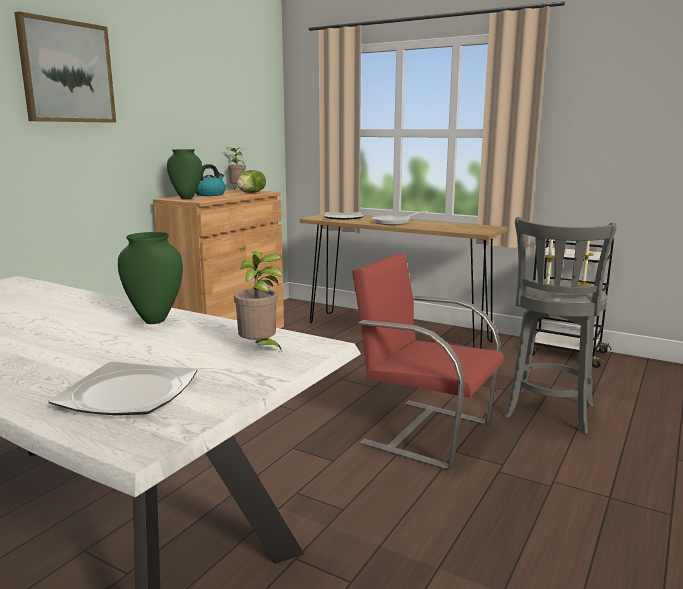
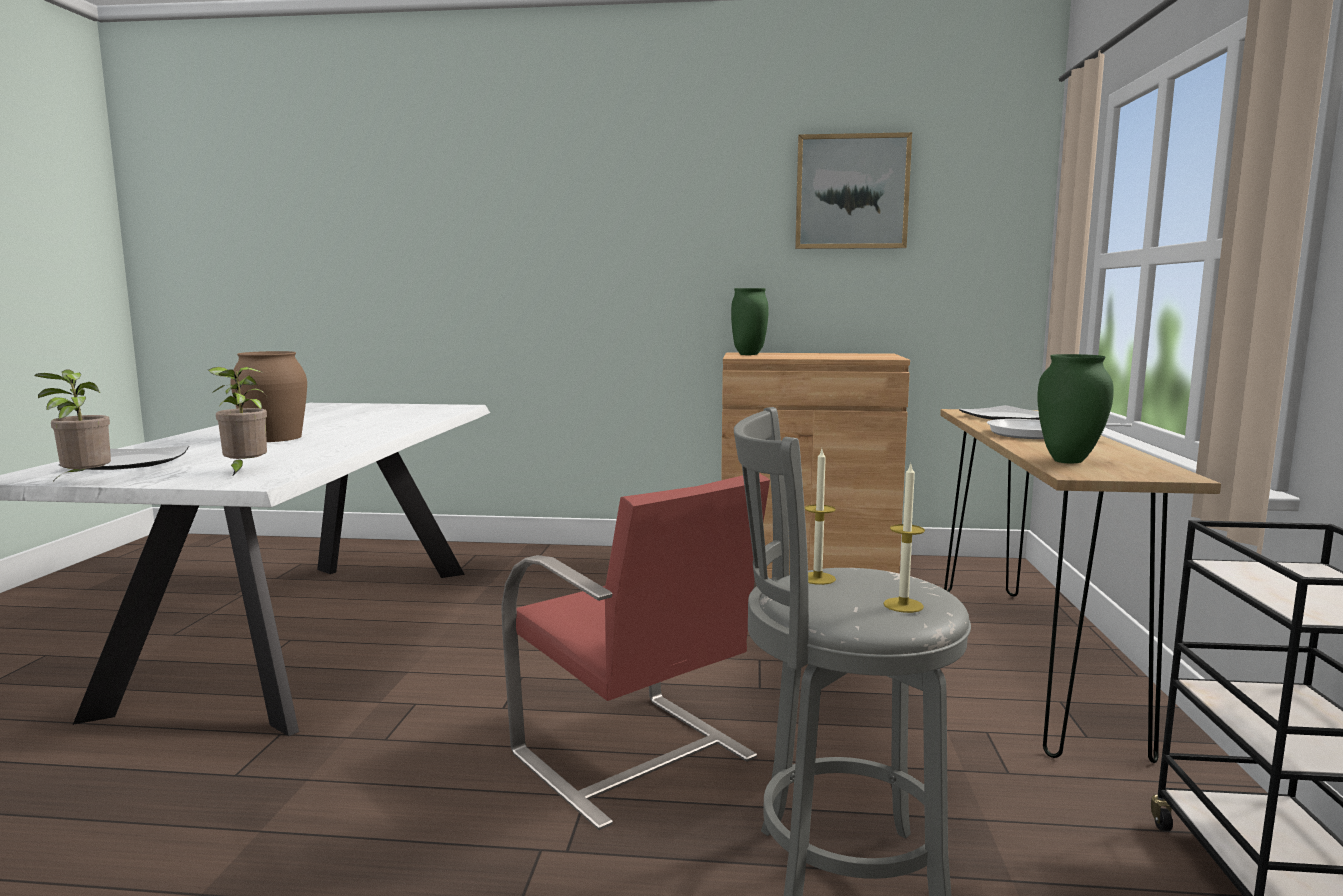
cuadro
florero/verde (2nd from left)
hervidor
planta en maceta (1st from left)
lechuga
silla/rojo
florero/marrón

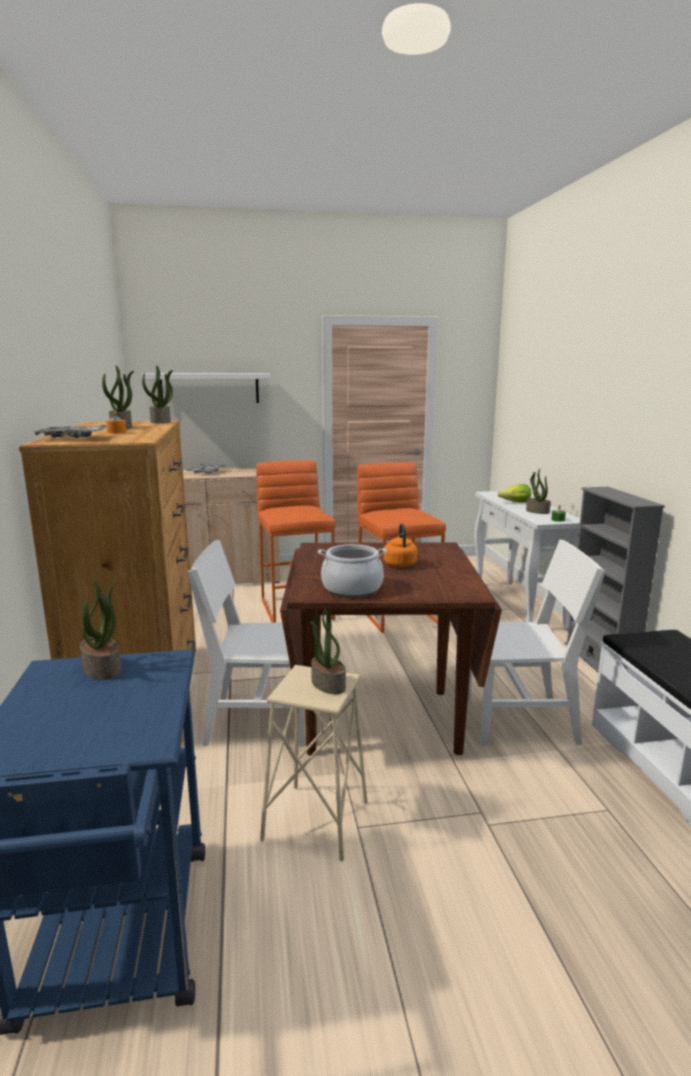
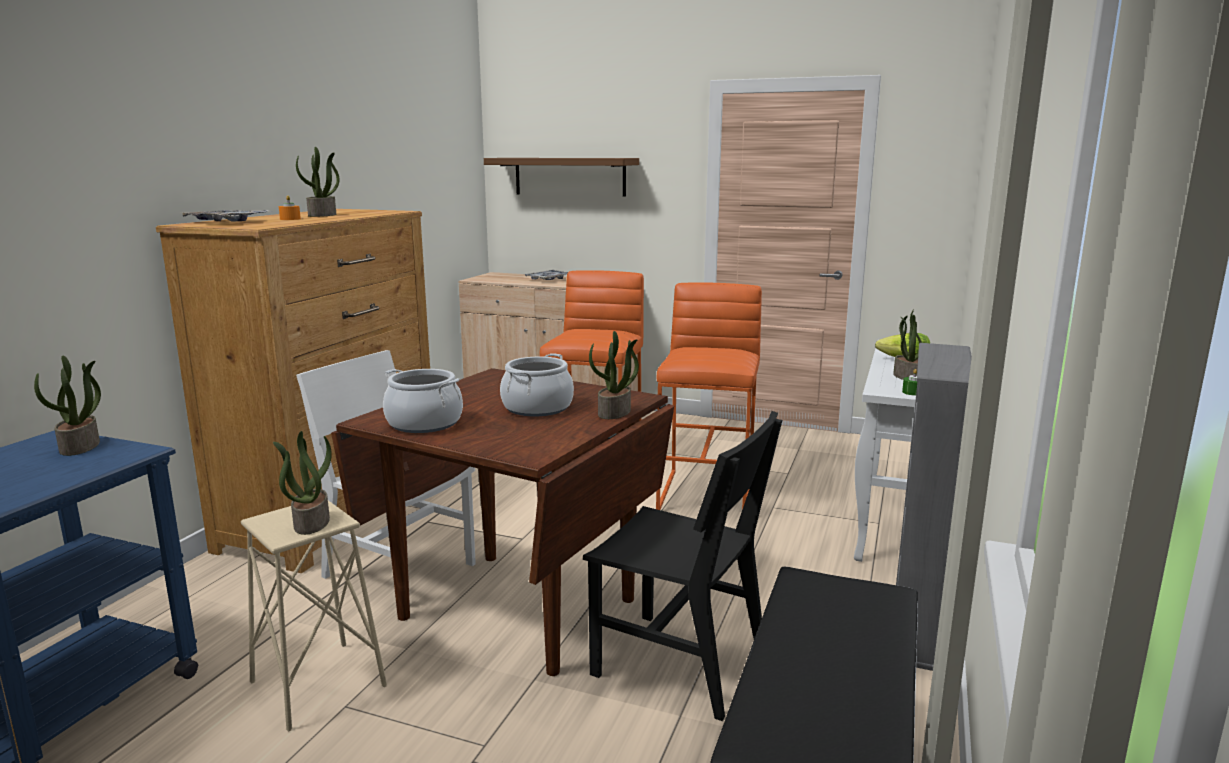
planta en maceta (4th from left)
estante/marrón
olla (2nd from left)
silla/negro

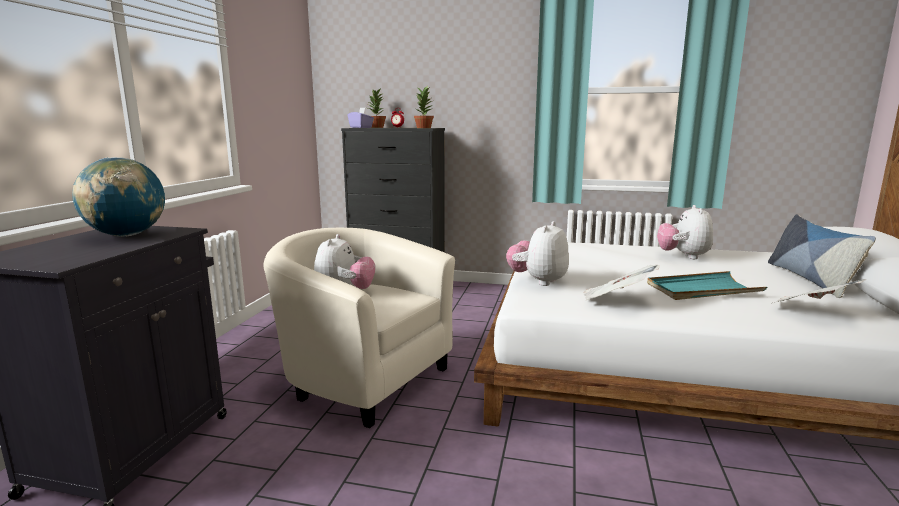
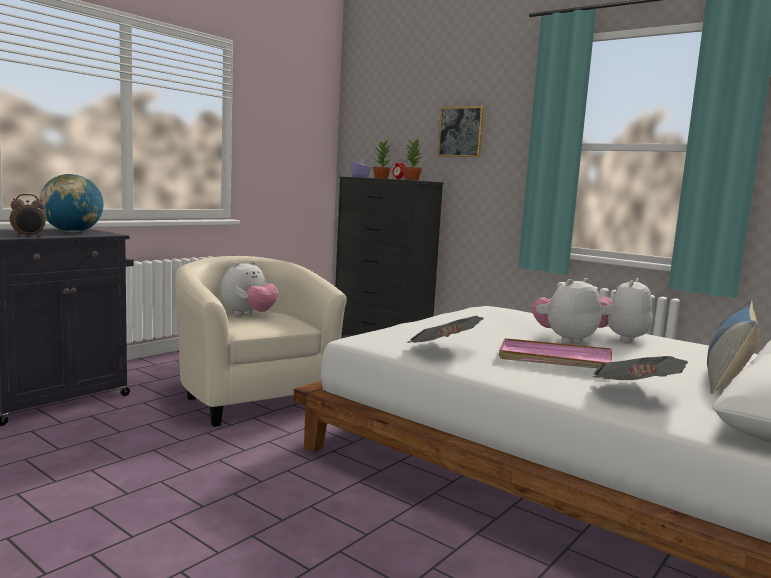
peluche (2nd from left)
bandeja/rosa
despertador (1st from left)
cuadro

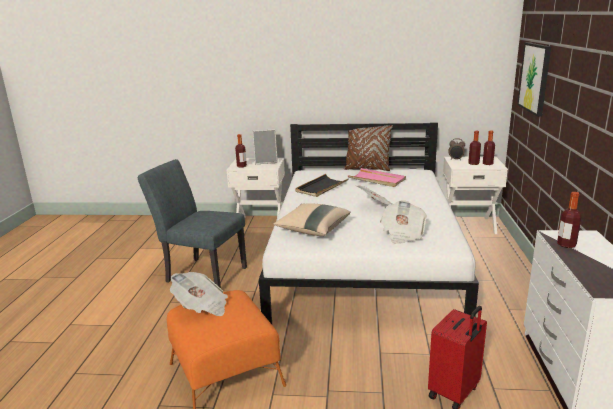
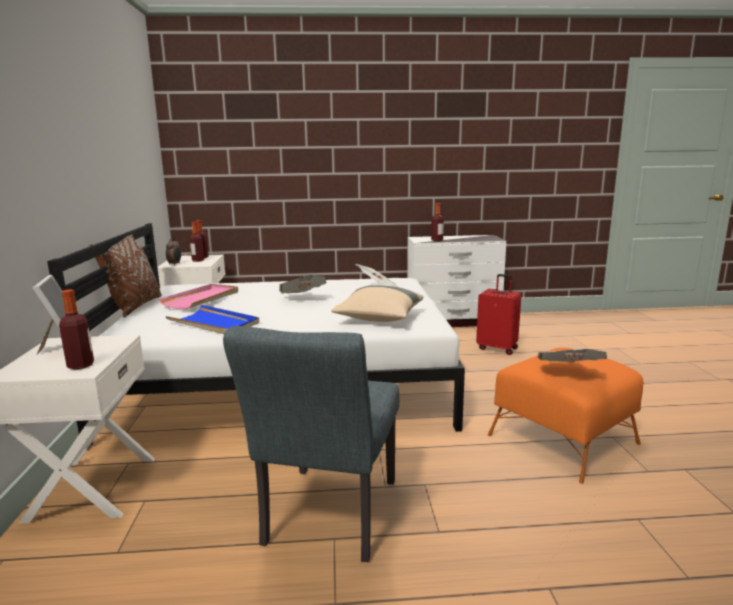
bandeja/azul
cuadro

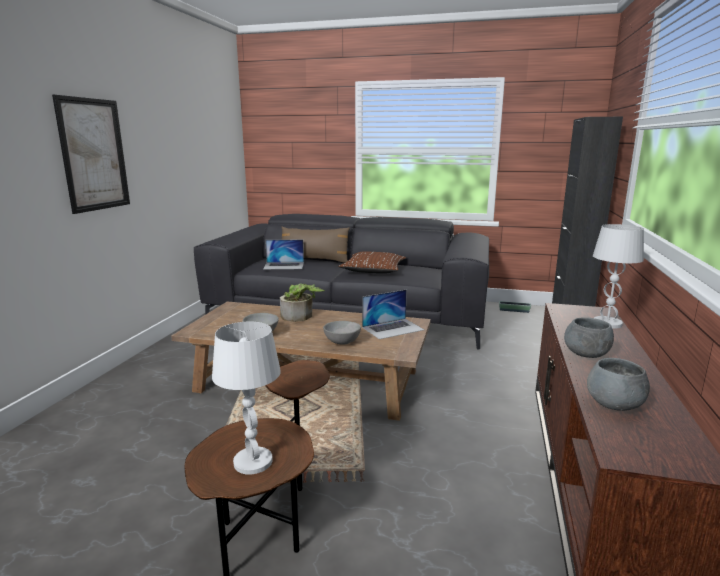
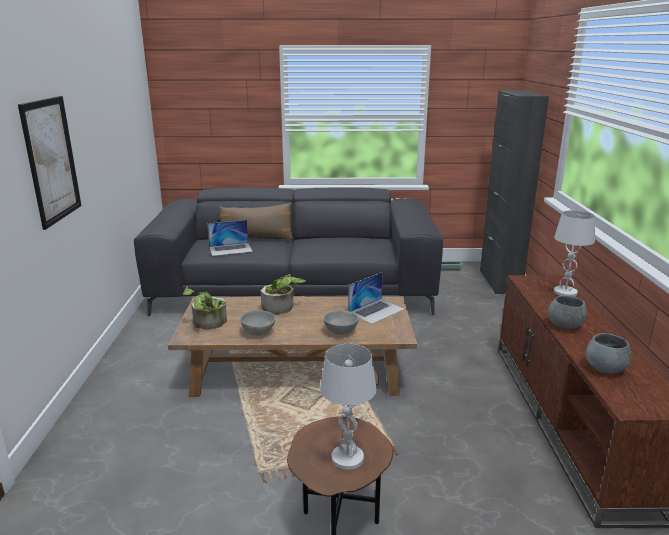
cojín/marrón (2nd from left in the first image)
planta en maceta (1st from left)

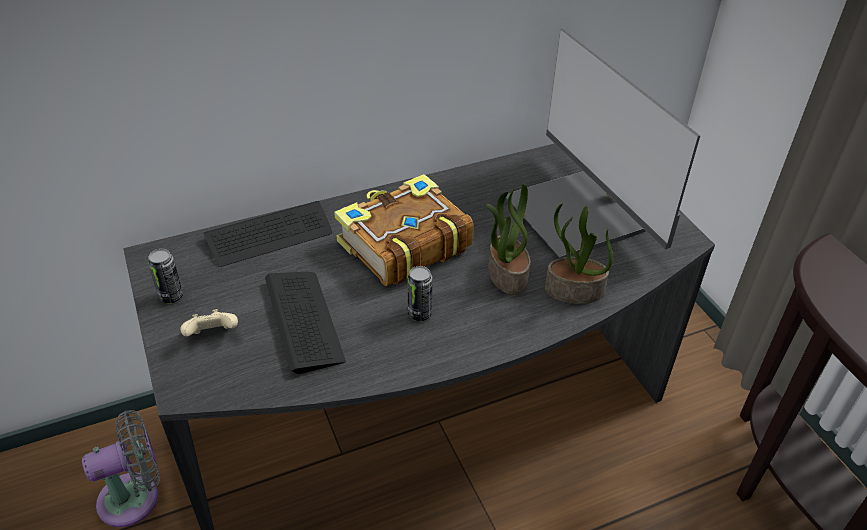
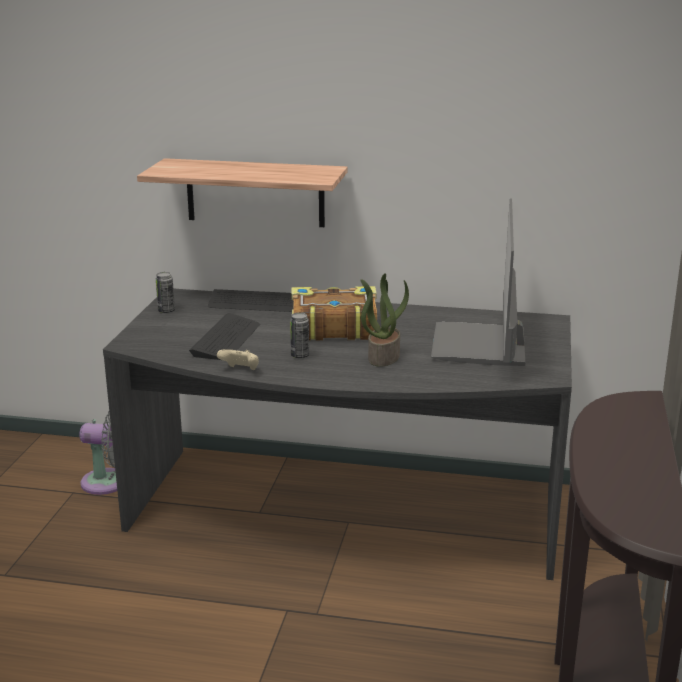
mando de consola/beis
planta en maceta (2nd from left in the first image)
estante

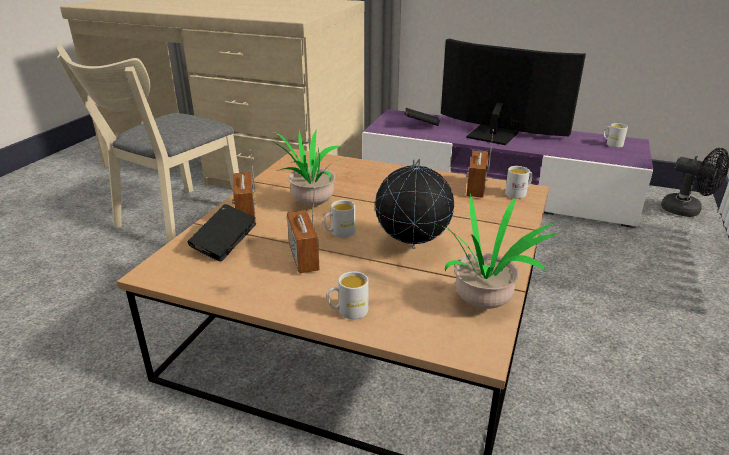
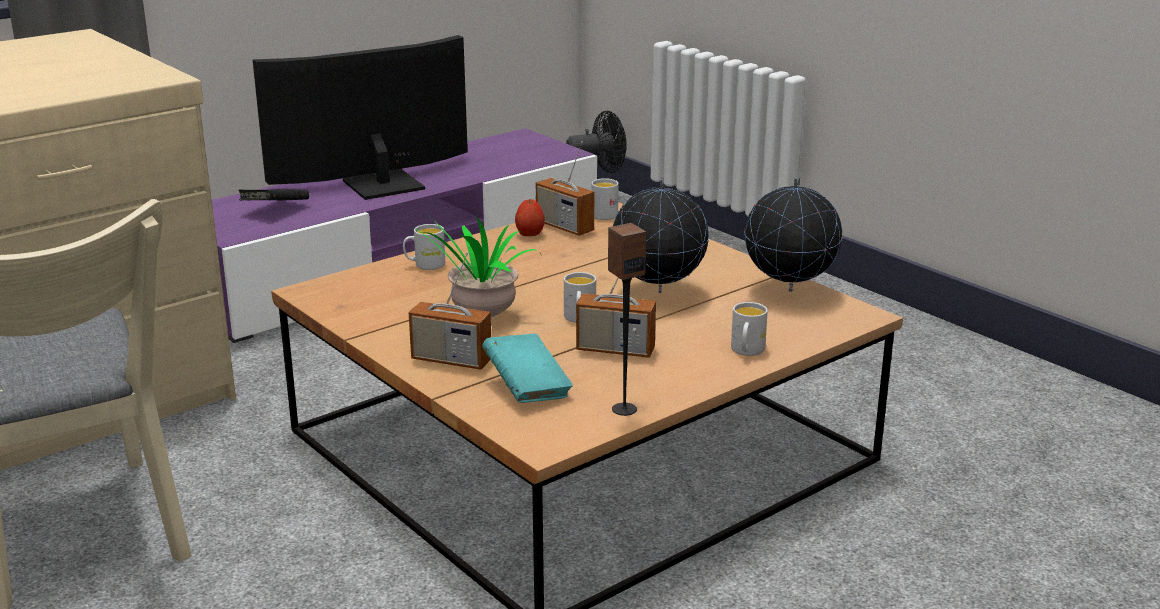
libro/turquesa
globo terráqueo (2nd from left)
taza grande/blanco (1st from left)
manzana
altavoz

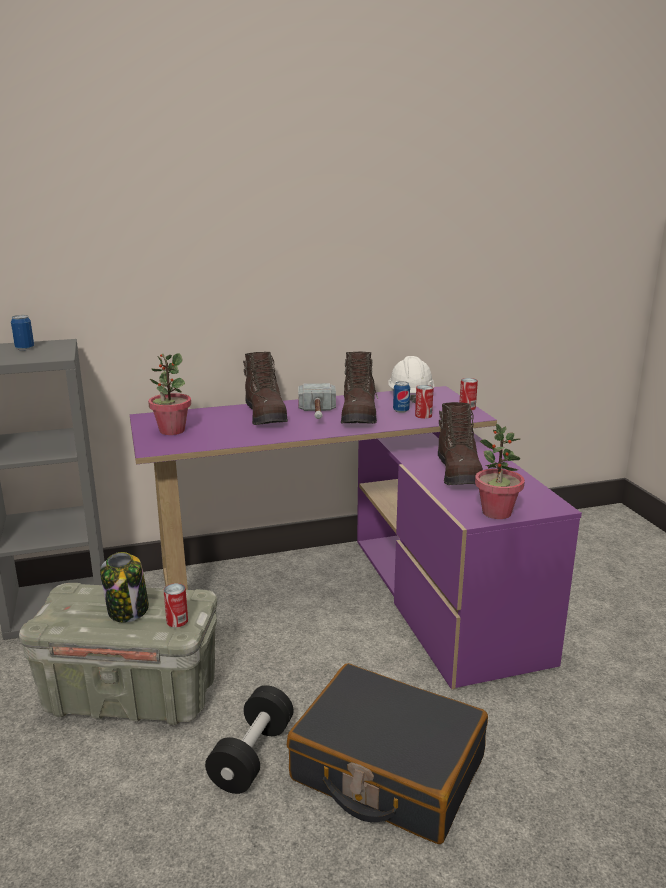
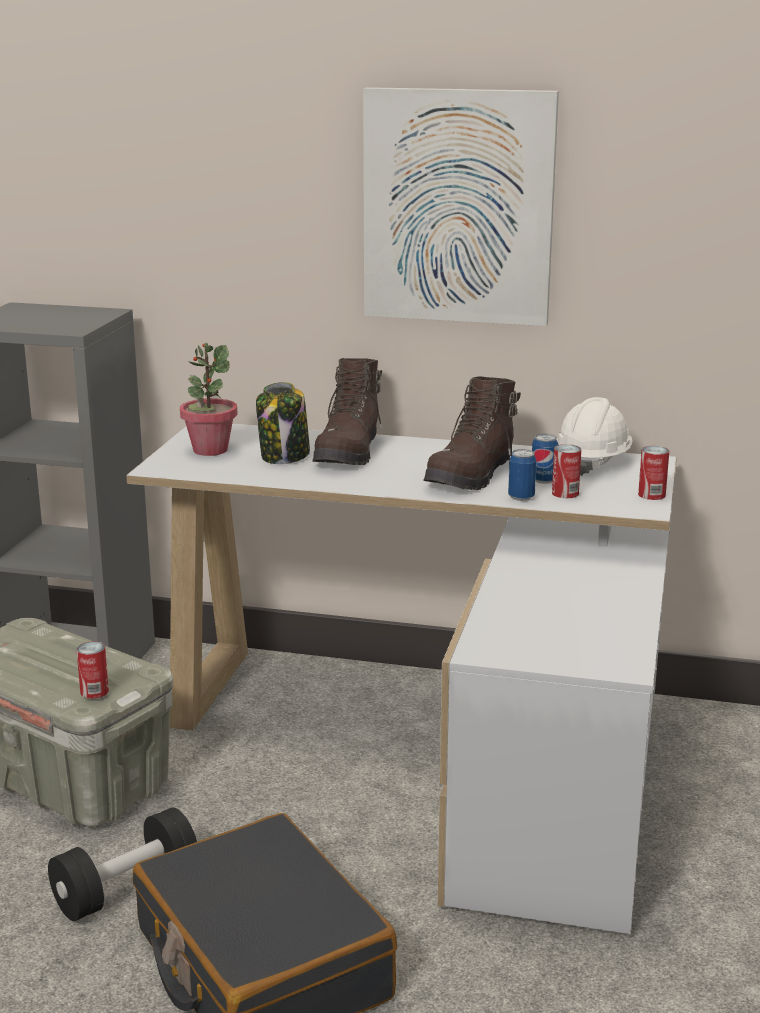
lata (2nd from left)
tarro
escritorio/blanco
martillo
bota/marrón (3rd from left in the first image)
planta en maceta (2nd from left in the first image)
cuadro

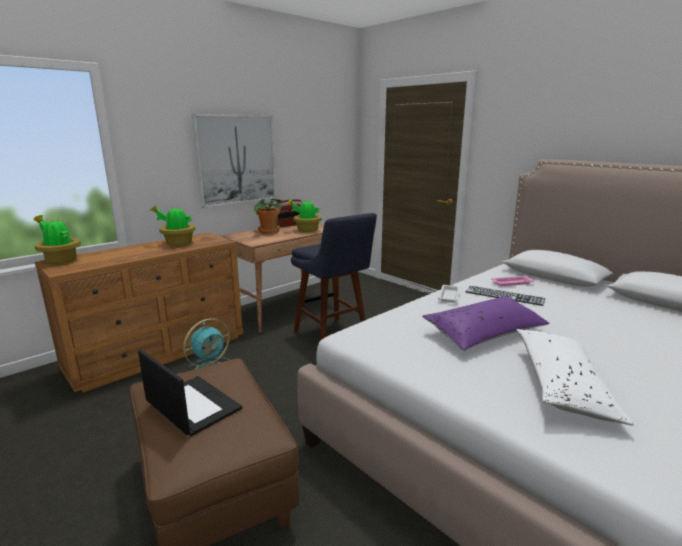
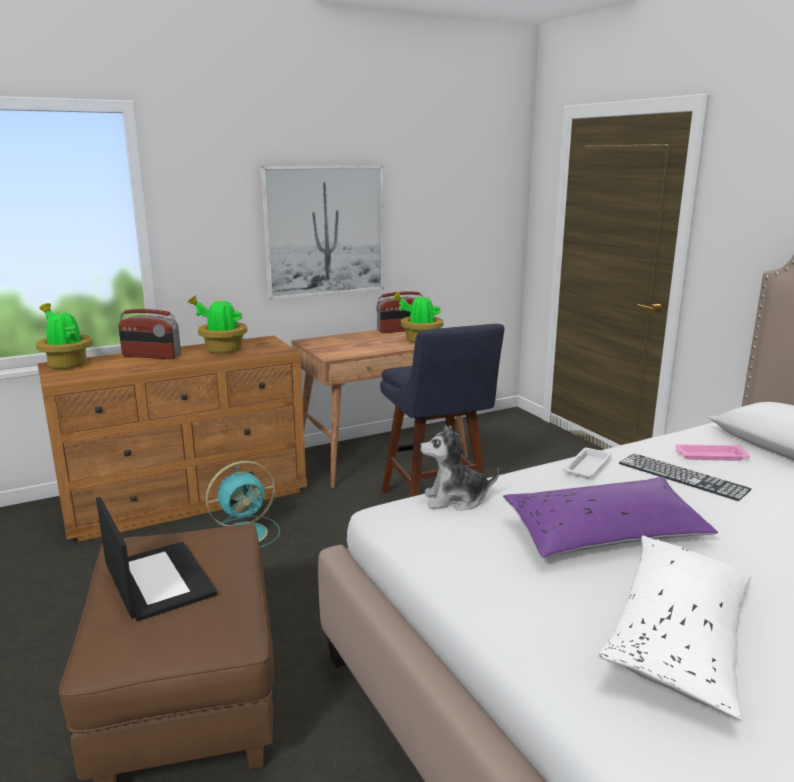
planta en maceta (3rd from left in the first image)
radio (1st from left)
peluche

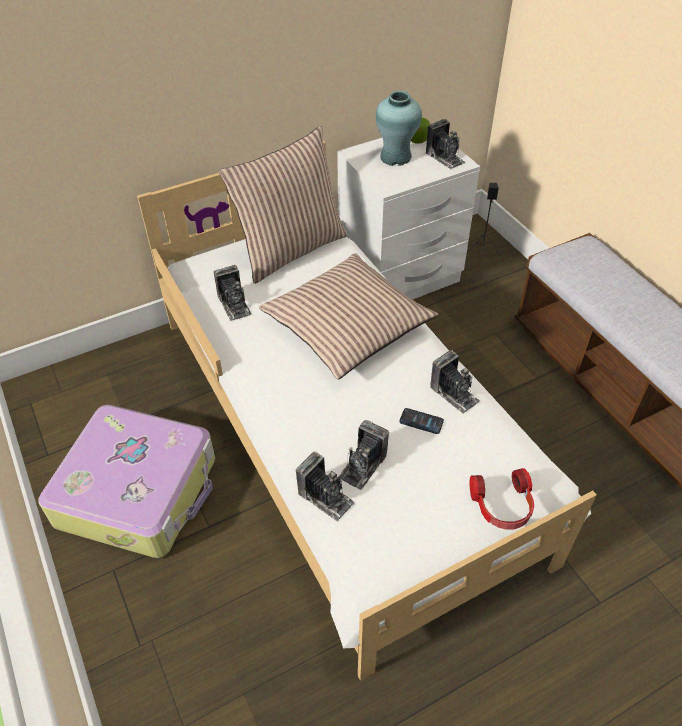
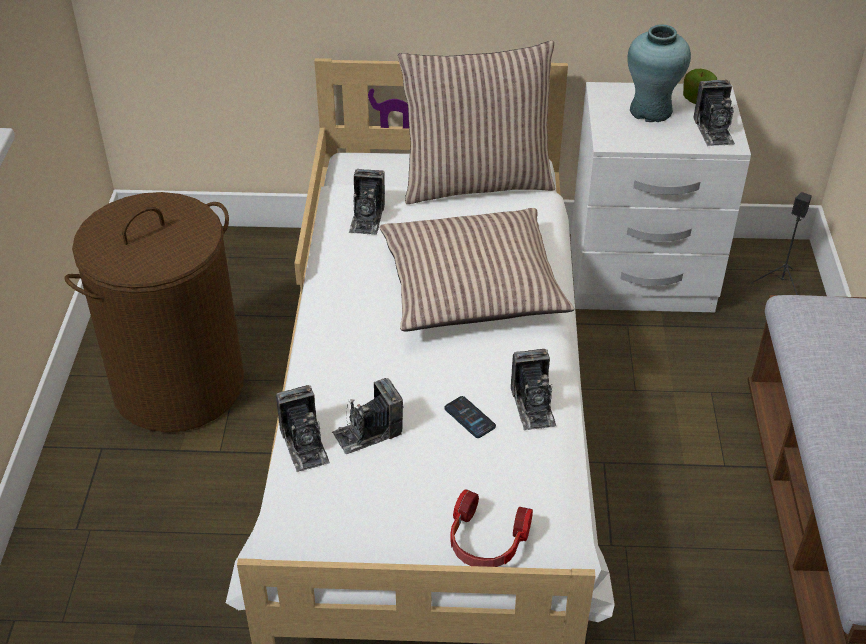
cesto de la ropa/marrón

